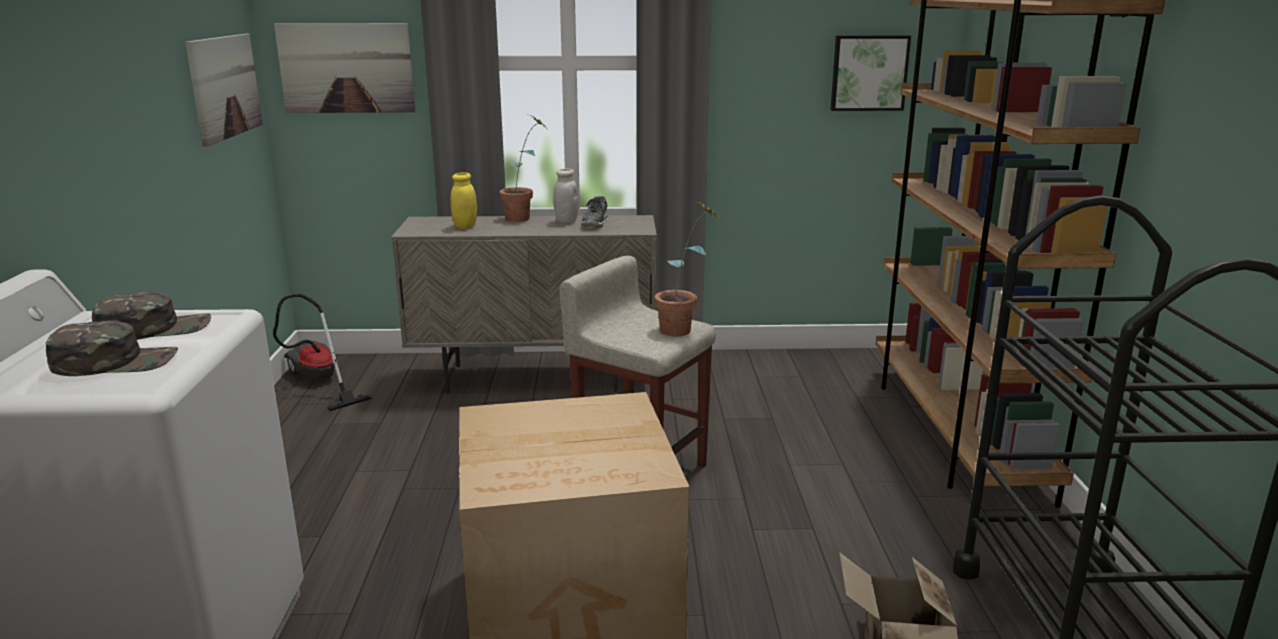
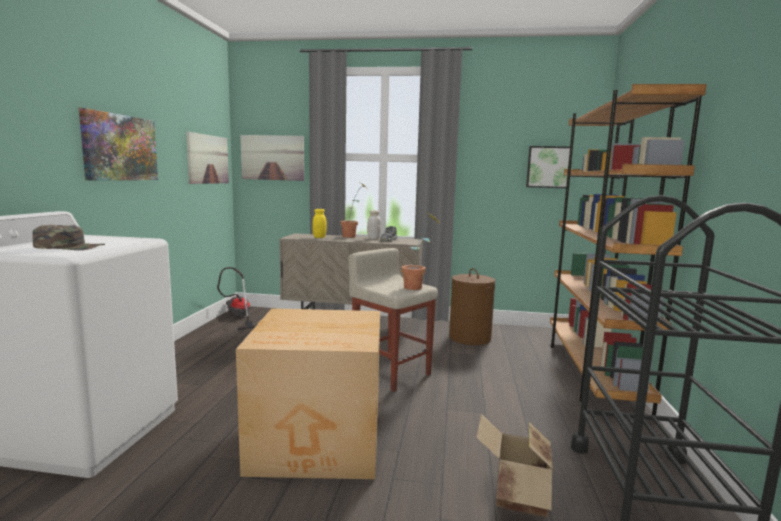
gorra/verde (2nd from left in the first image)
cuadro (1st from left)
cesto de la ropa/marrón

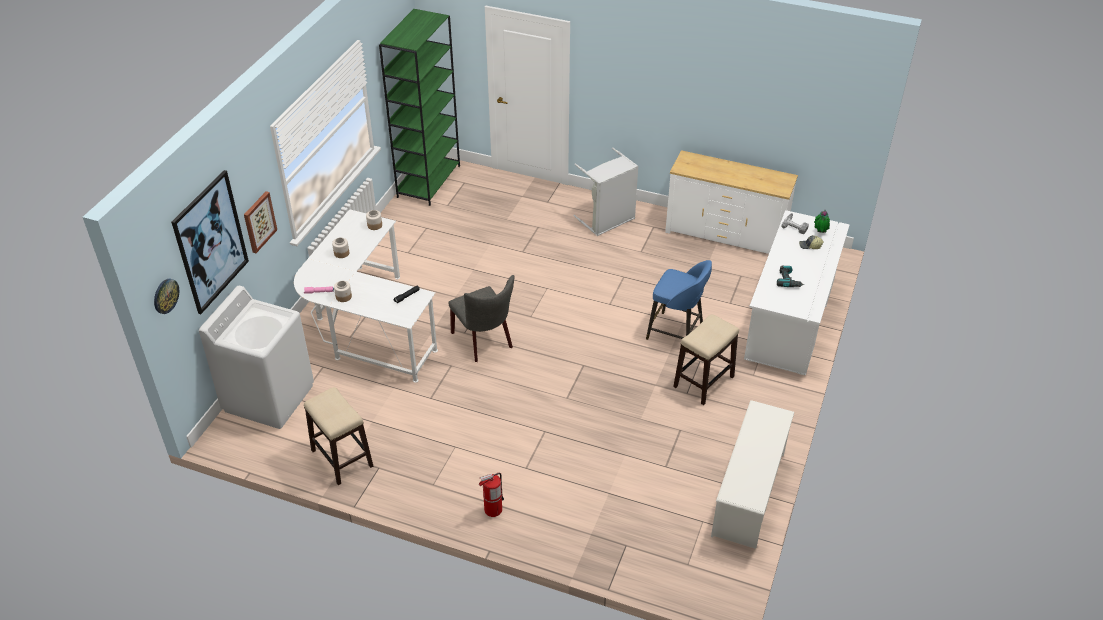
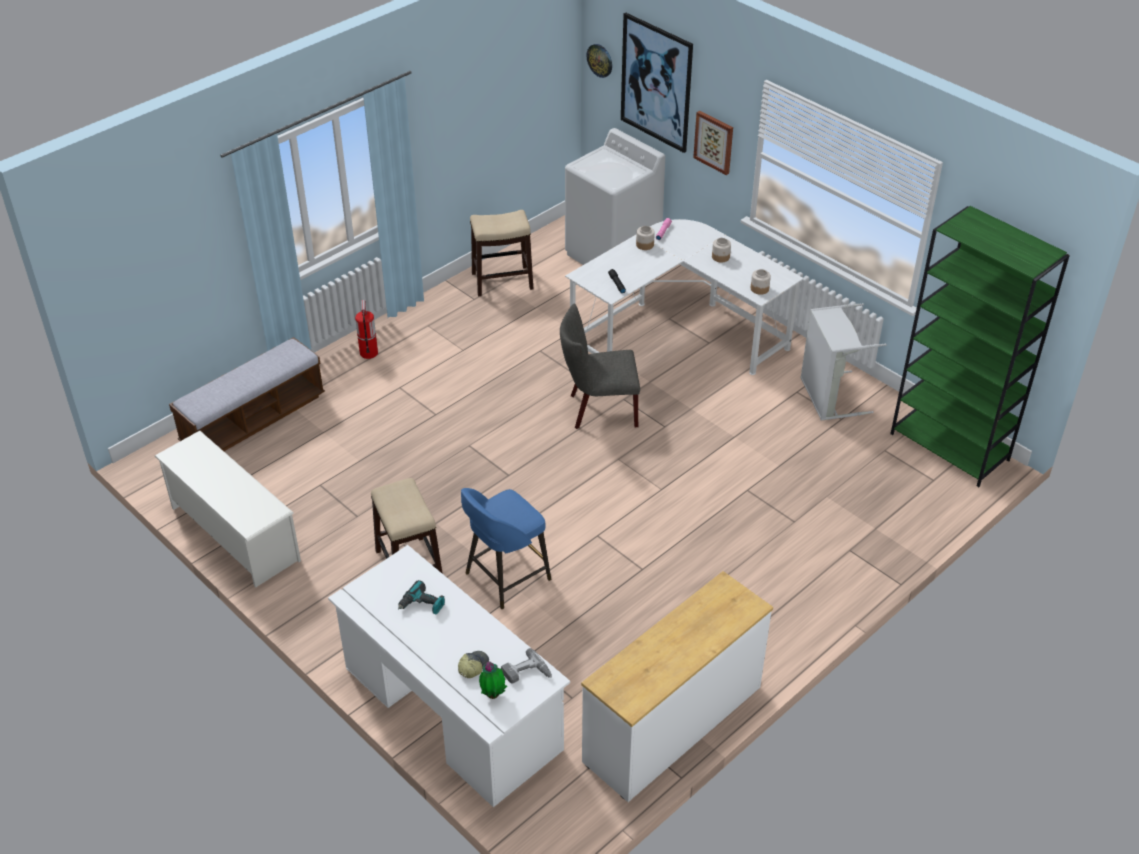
cesto de la ropa/gris
banco

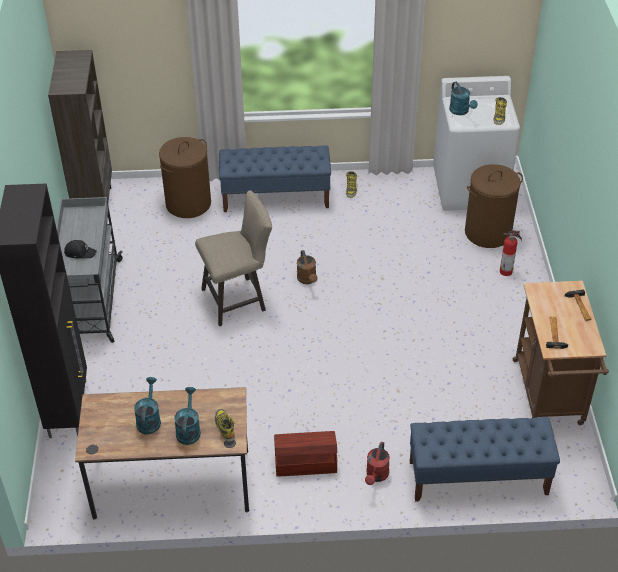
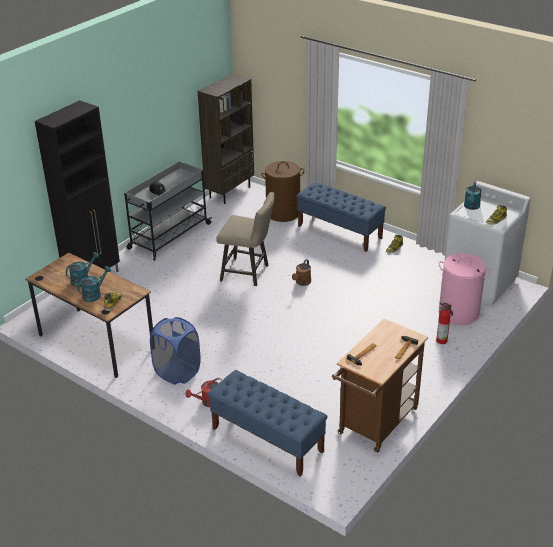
cesto de la ropa/azul
cesto de la ropa/rosa

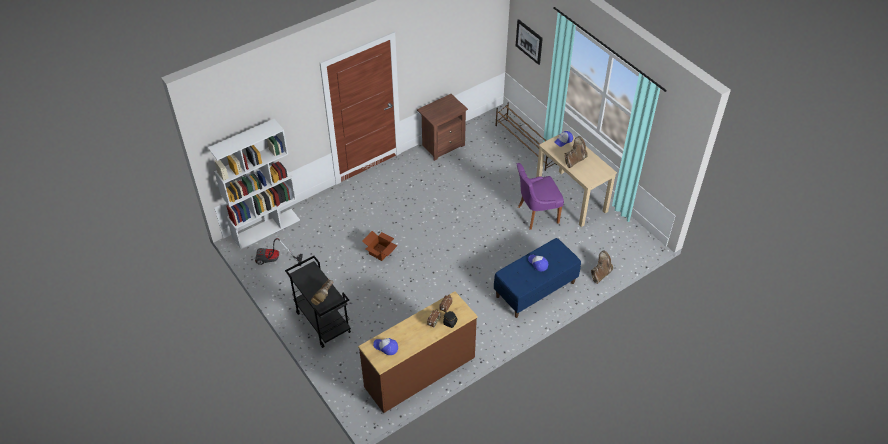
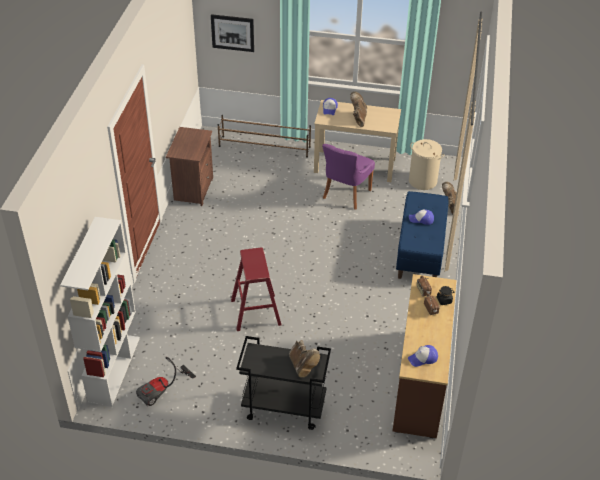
taburete/rojo
cesto de la ropa/beis

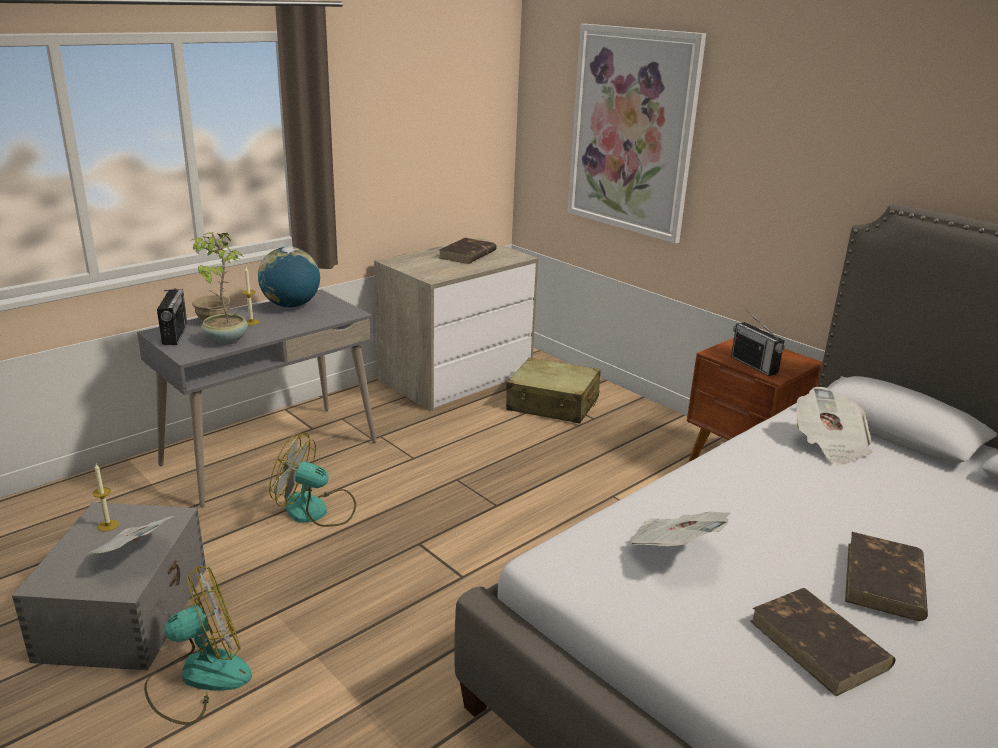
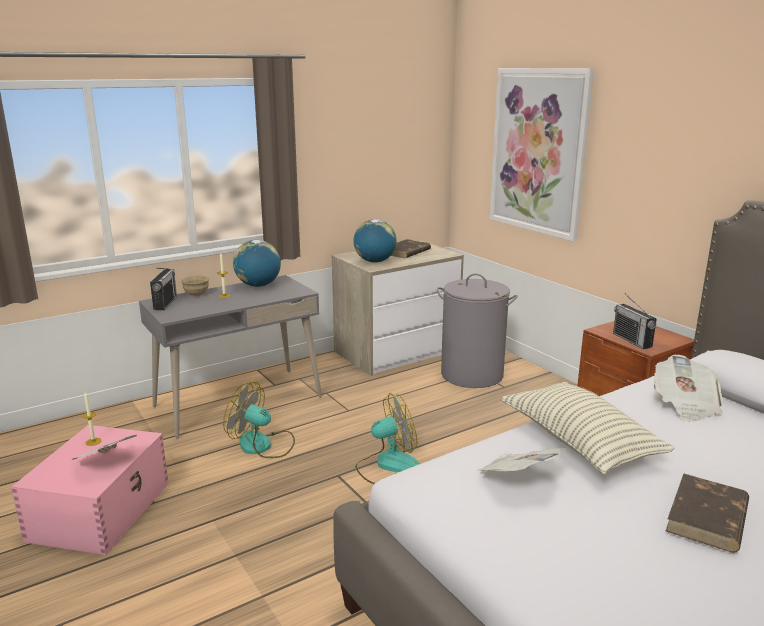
caja de almacenaje/rosa
ventilador (2nd from left)
planta en maceta
cesto de la ropa/gris
libro/marrón (2nd from left in the first image)
globo terráqueo (2nd from left)
cojín

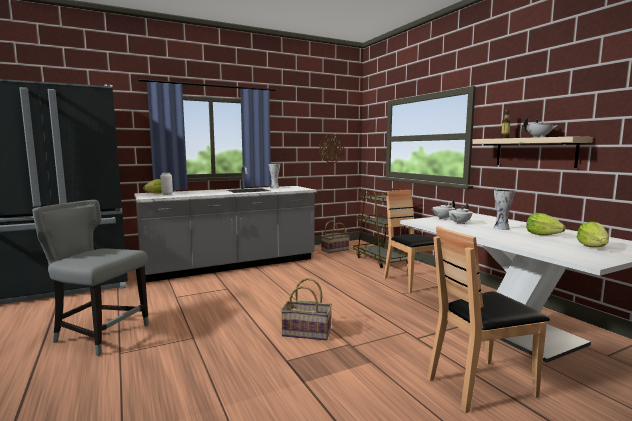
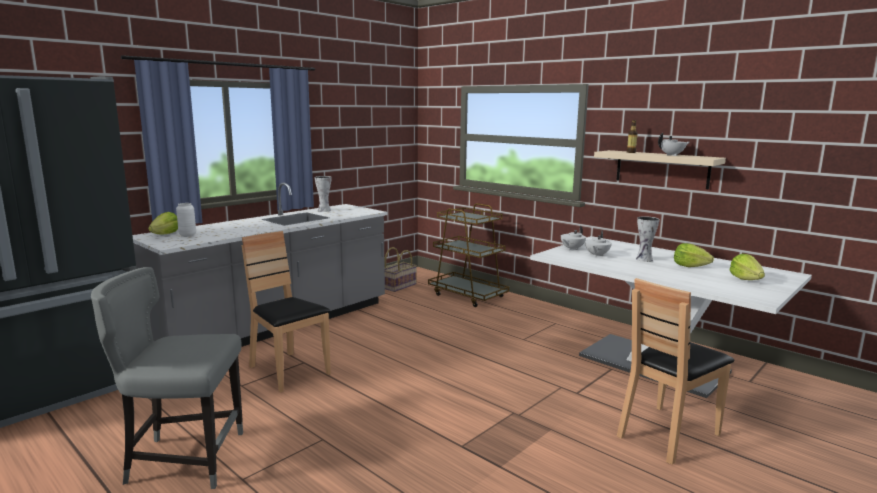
cesta (1st from left in the first image)
reloj de pared
silla/marrón (1st from left)

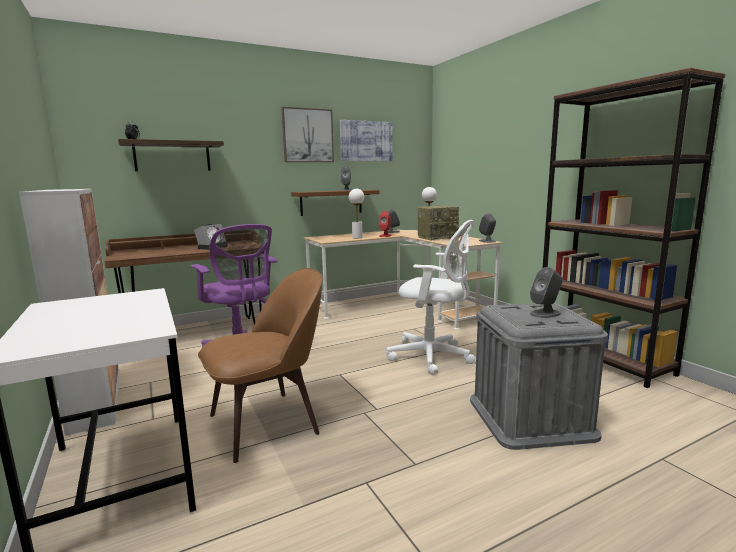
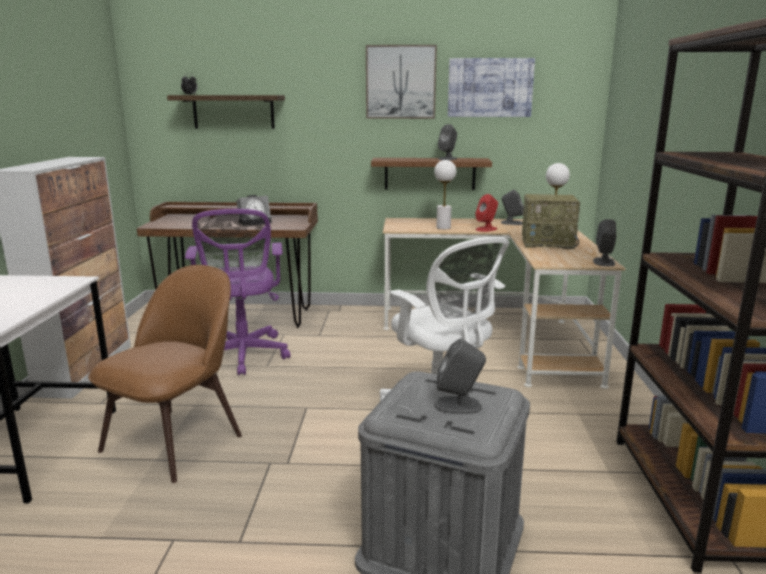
silla/marrón

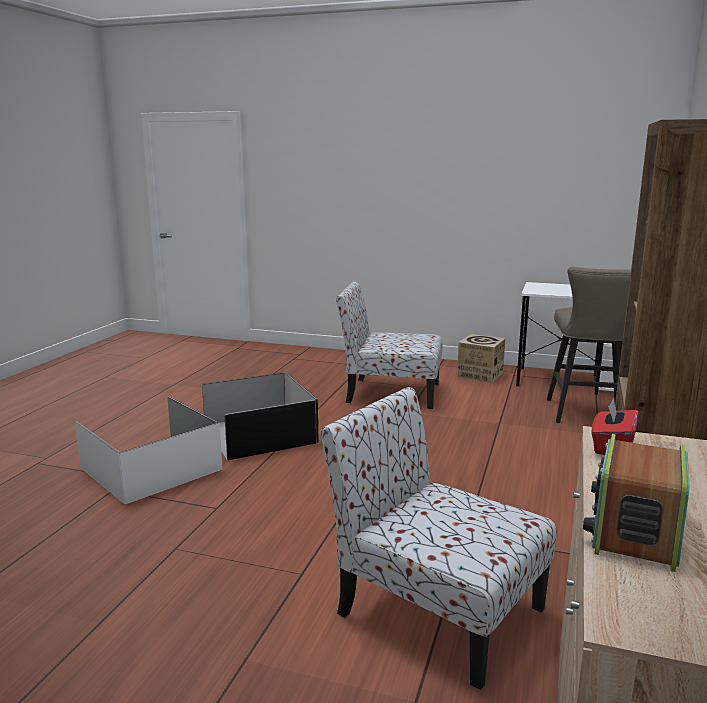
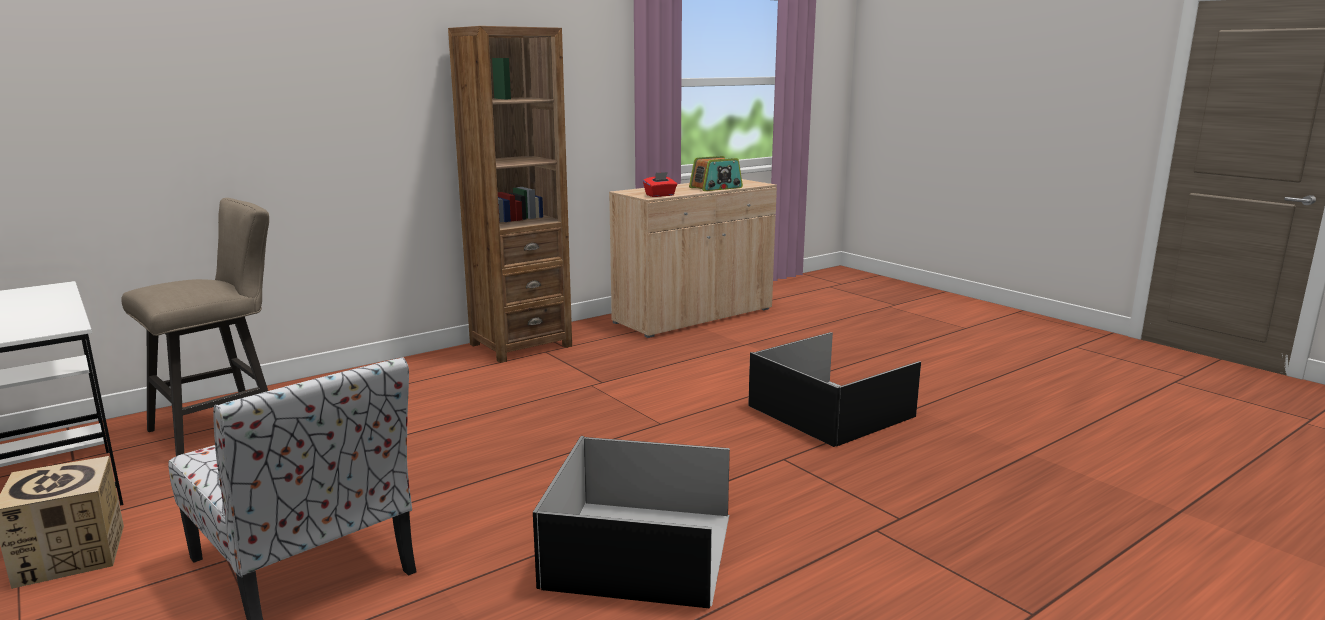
caja de almacenaje/blanco
silla (2nd from left in the first image)
caja de almacenaje/negro (2nd from left)

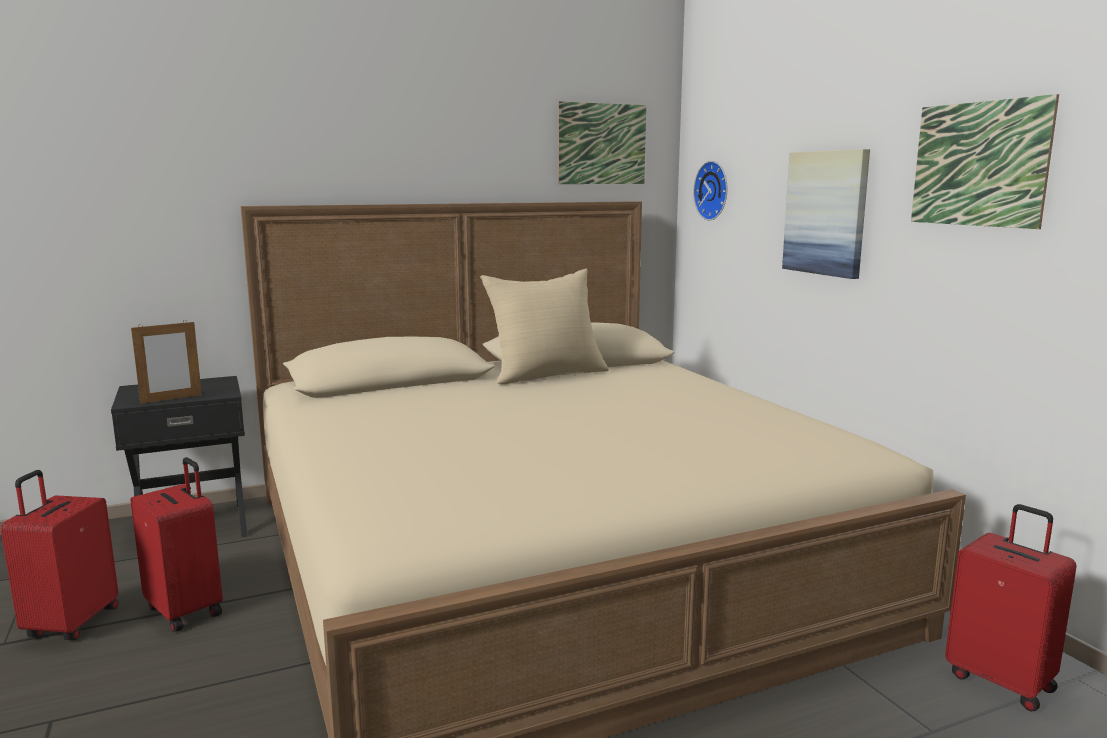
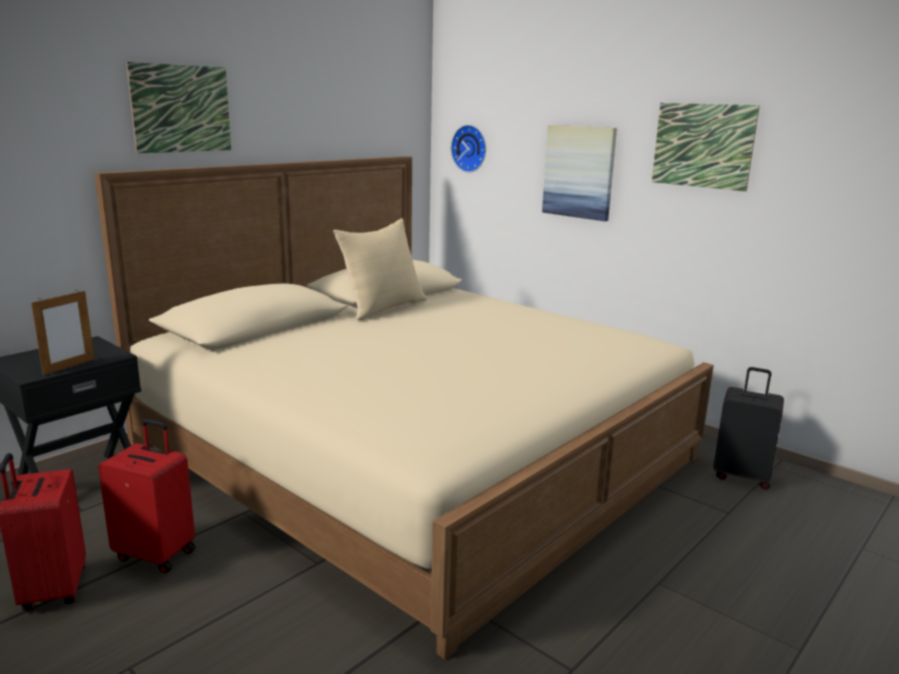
cuadro (1st from left)
maleta/negro

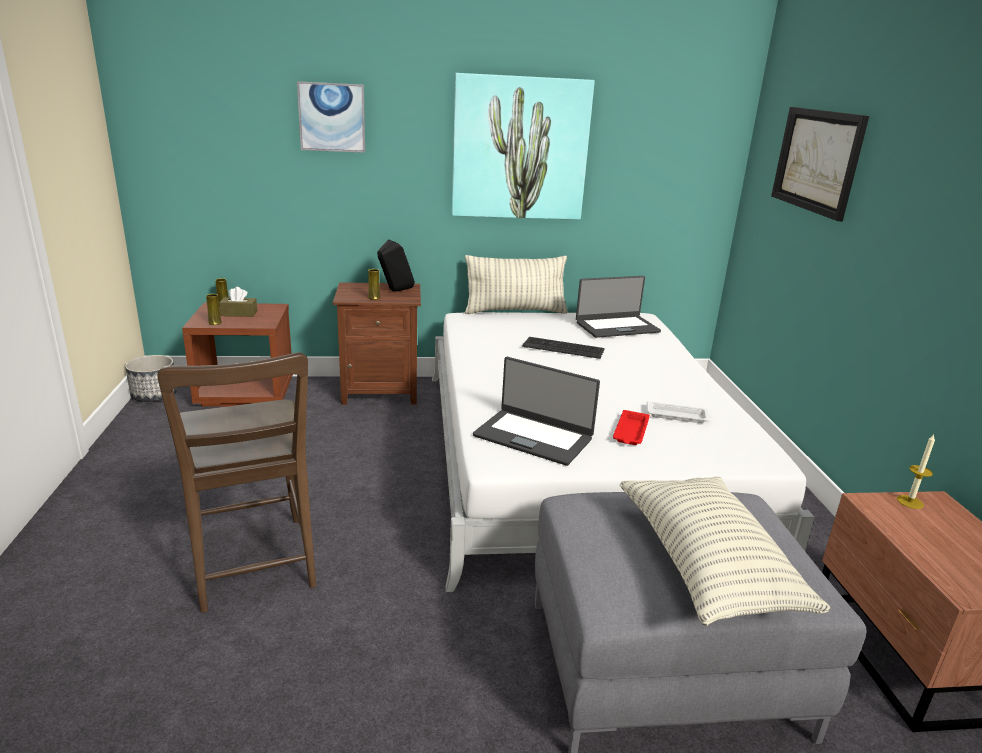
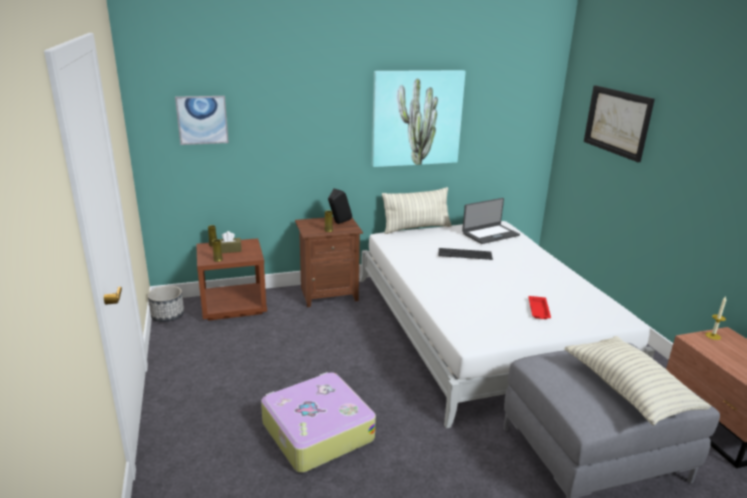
maleta
cuadro (1st from left)
portátil (1st from left in the first image)
bandeja/blanco

